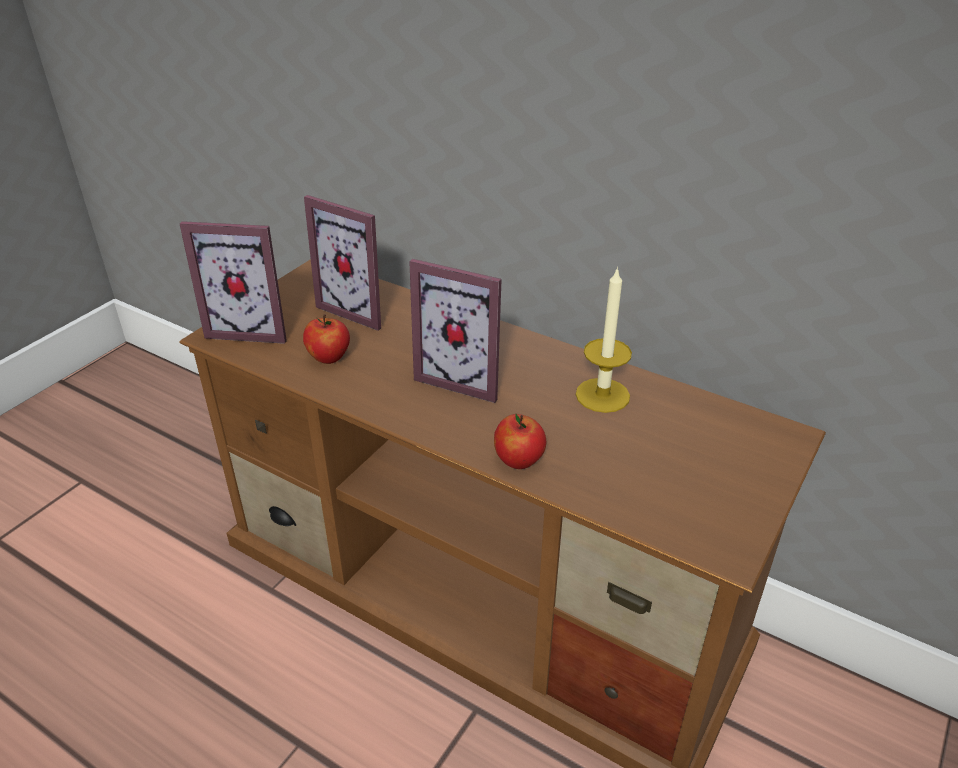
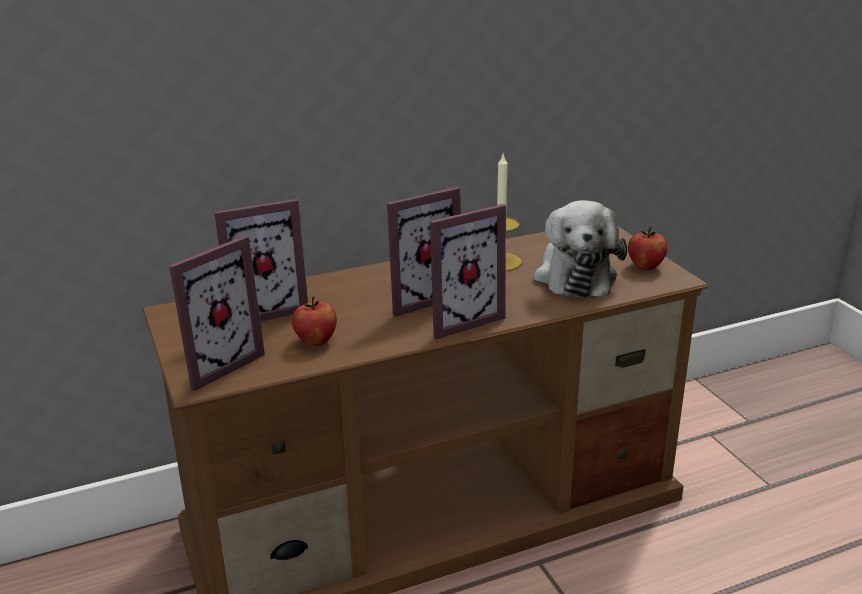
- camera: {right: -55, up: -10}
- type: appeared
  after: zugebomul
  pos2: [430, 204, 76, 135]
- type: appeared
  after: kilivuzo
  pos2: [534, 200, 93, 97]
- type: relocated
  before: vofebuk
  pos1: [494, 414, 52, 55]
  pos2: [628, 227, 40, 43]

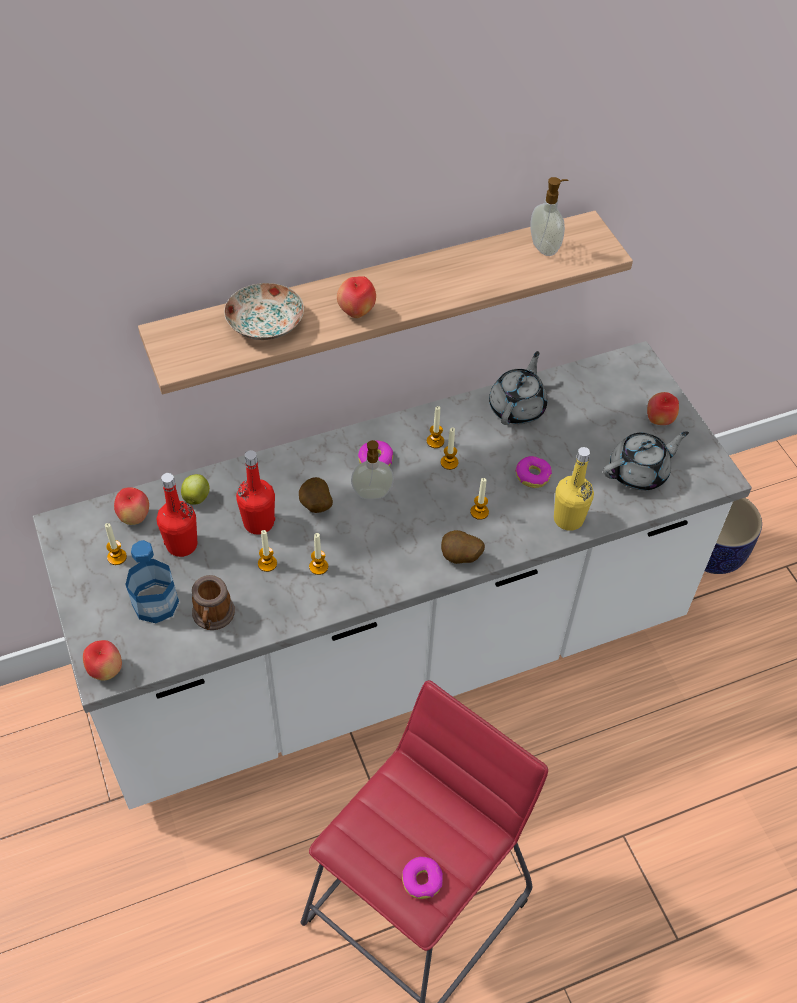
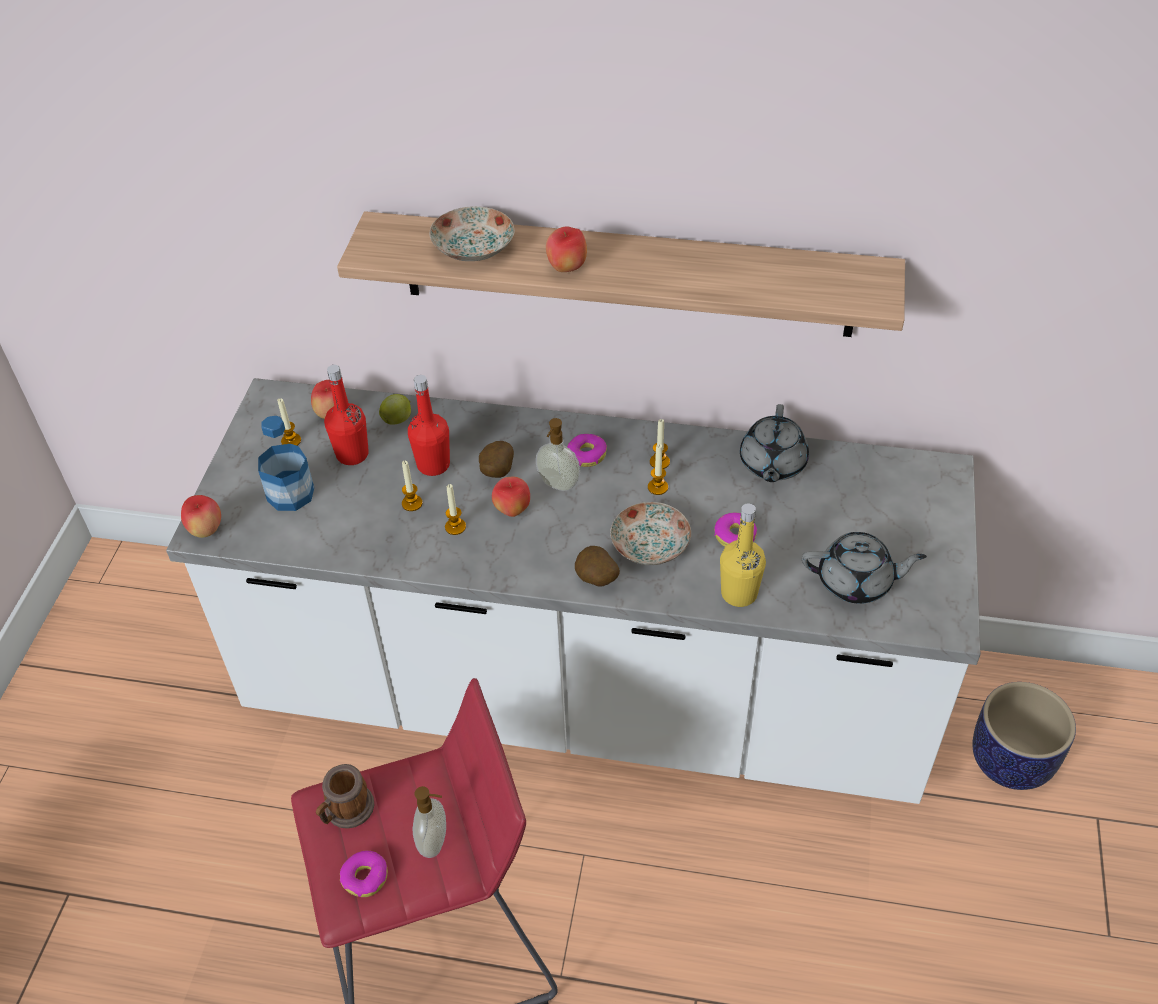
- camera: {right: 35, up: -5}
- type: relocated
  before: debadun
  pos1: [192, 575, 43, 55]
  pos2: [316, 764, 58, 64]
- type: relocated
  before: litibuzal
  pos1: [530, 177, 38, 79]
  pos2: [413, 786, 33, 72]
- type: relocated
  before: vofebuk
  pos1: [647, 392, 32, 33]
  pos2: [492, 476, 38, 41]
- type: exchanged
  before: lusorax
  after: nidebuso
  pos1: [470, 478, 19, 42]
  pos2: [610, 502, 81, 63]
- type: spun
  before: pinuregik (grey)
  pos1: [489, 351, 59, 74]
  pos2: [740, 404, 69, 78]
  turn: 135

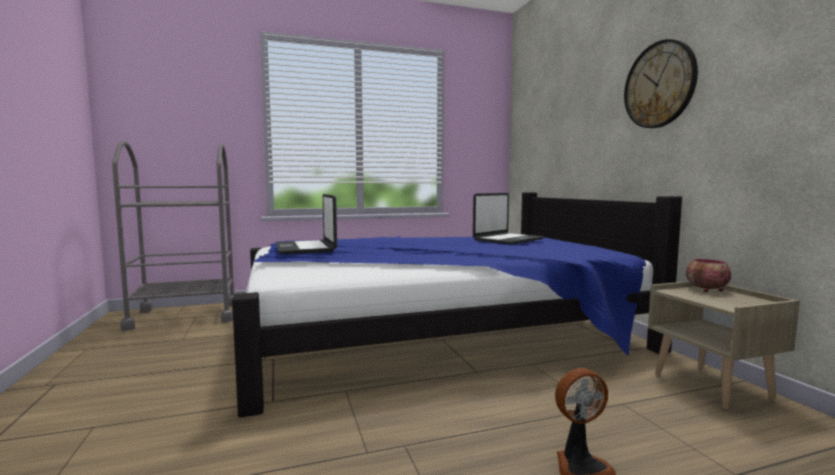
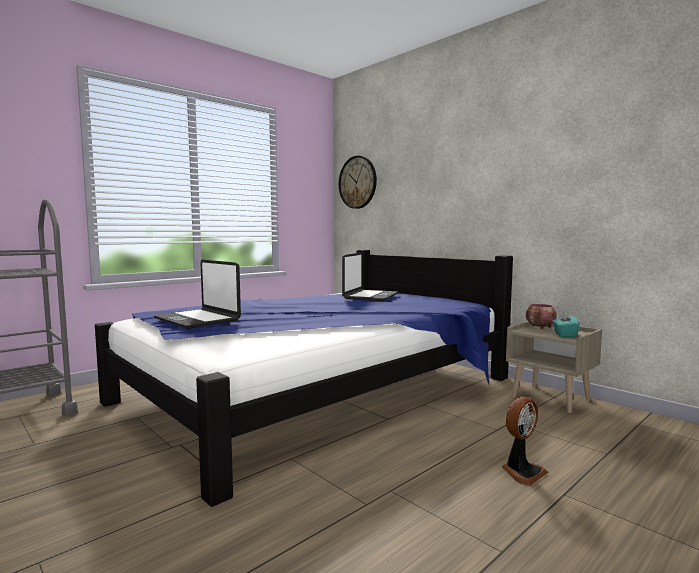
- camera: {right: -25, up: 0}
- type: relocated
  before: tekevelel
  pos1: [624, 39, 74, 89]
  pos2: [339, 156, 38, 53]
- type: appeared
  after: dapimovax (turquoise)
  pos2: [553, 311, 27, 27]

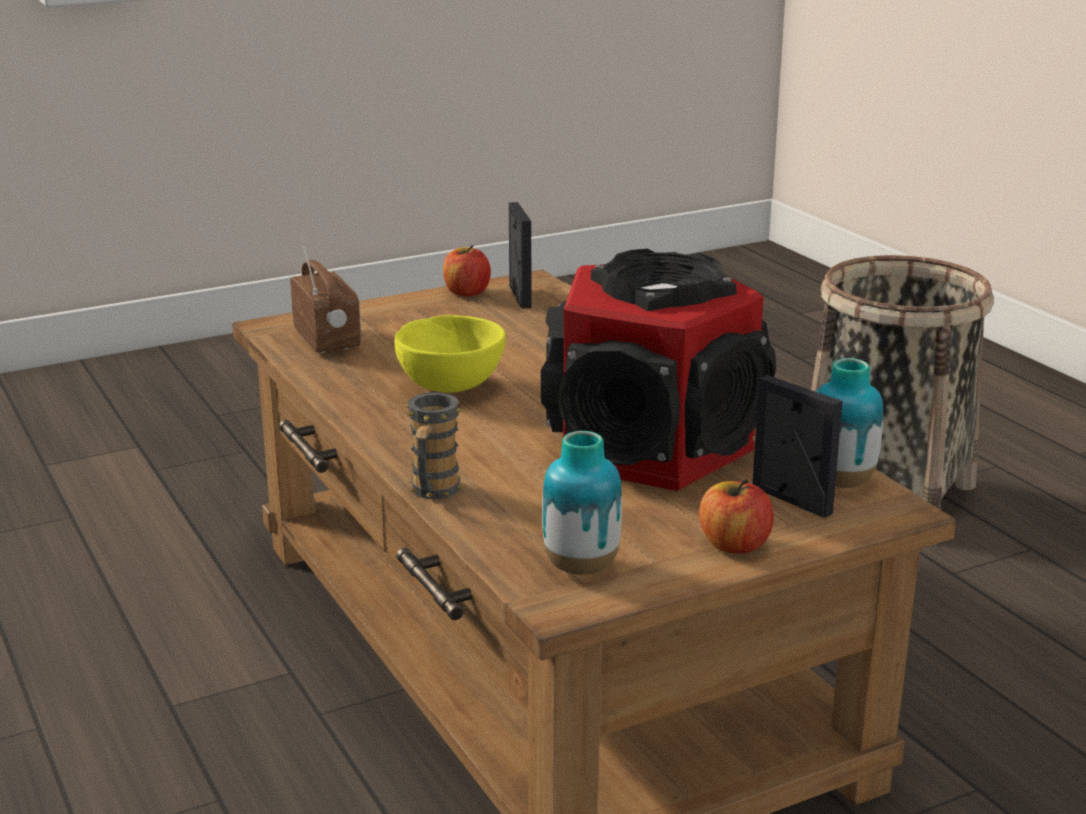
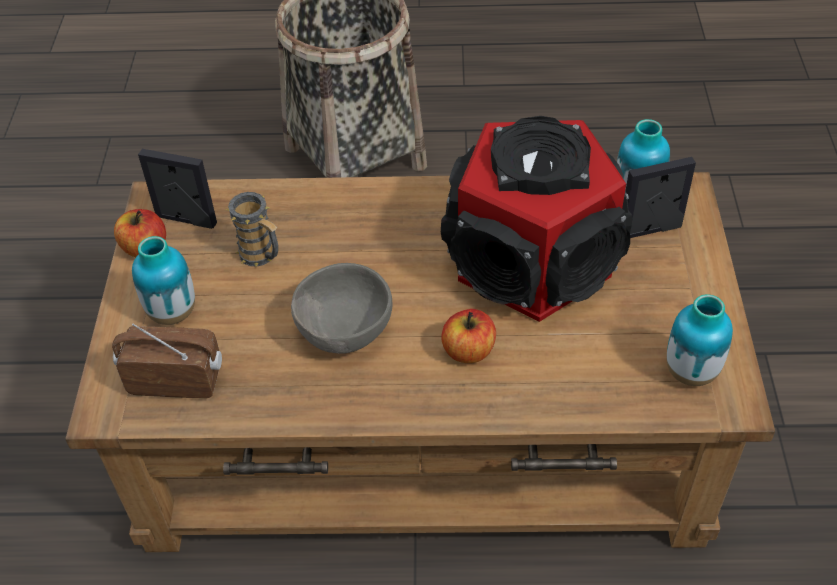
- camera: {right: -60, up: 25}
- type: appeared
  after: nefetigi
  pos2: [132, 236, 63, 89]
- type: relocated
  before: debadun
  pos1: [404, 392, 60, 107]
  pos2: [226, 192, 52, 75]
- type: colour
  before: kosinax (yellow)
  after: kosinax (grey)
  pos1: [394, 315, 111, 78]
  pos2: [291, 263, 101, 91]
- type: relocated
  before: vofebuk
  pos1: [699, 479, 75, 74]
  pos2: [441, 309, 55, 54]

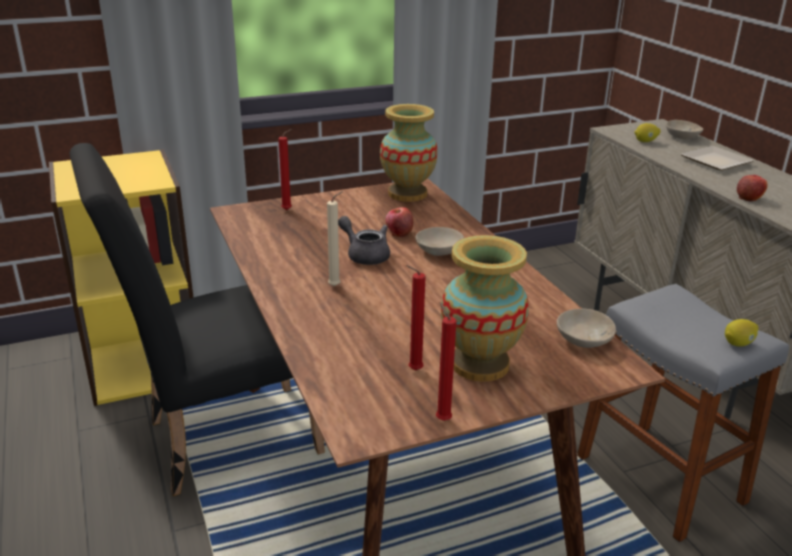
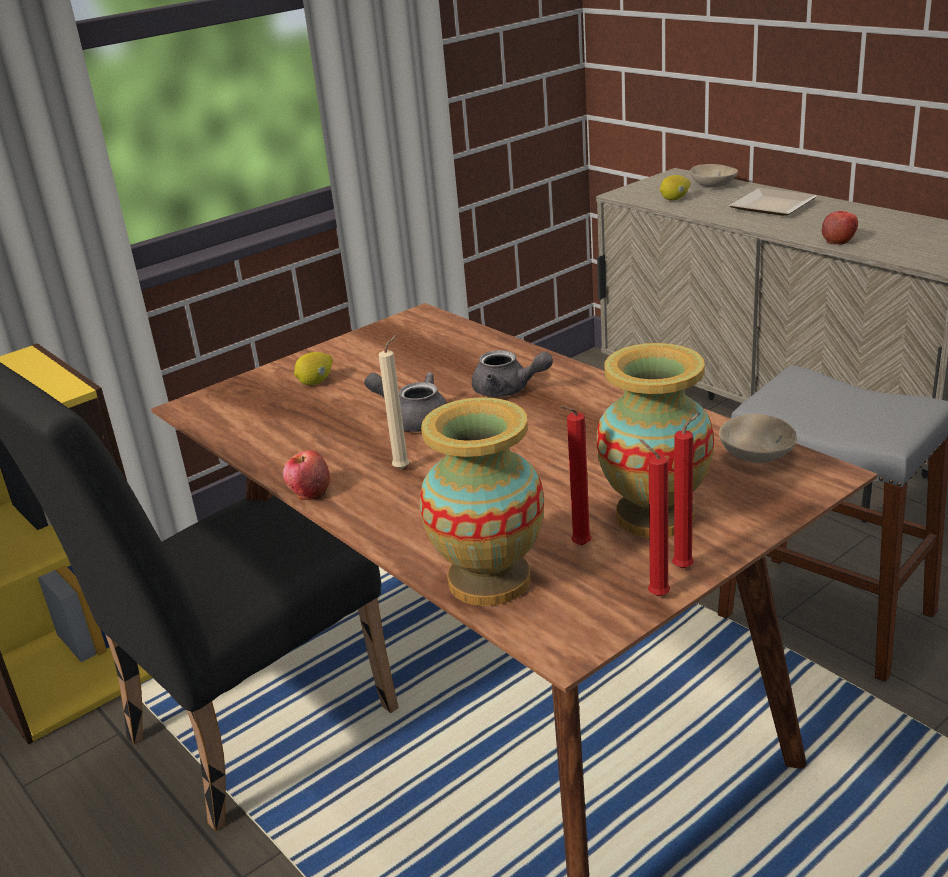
- camera: {right: -15, up: 0}
- type: relocated
  before: vofebuk
  pos1: [386, 207, 27, 30]
  pos2: [283, 450, 47, 51]
- type: relocated
  before: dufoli
  pos1: [725, 319, 33, 28]
  pos2: [294, 352, 39, 33]
- type: relocated
  before: nefetigi
  pos1: [380, 104, 58, 98]
  pos2: [420, 397, 124, 209]
- type: exchanged
  before: kosinax (beige)
  after: pinuregik (grey)
  pos1: [415, 227, 49, 29]
  pos2: [472, 350, 81, 47]
- type: relocated
  before: lusorax (red)
  pos1: [278, 129, 14, 81]
  pos2: [672, 413, 28, 155]

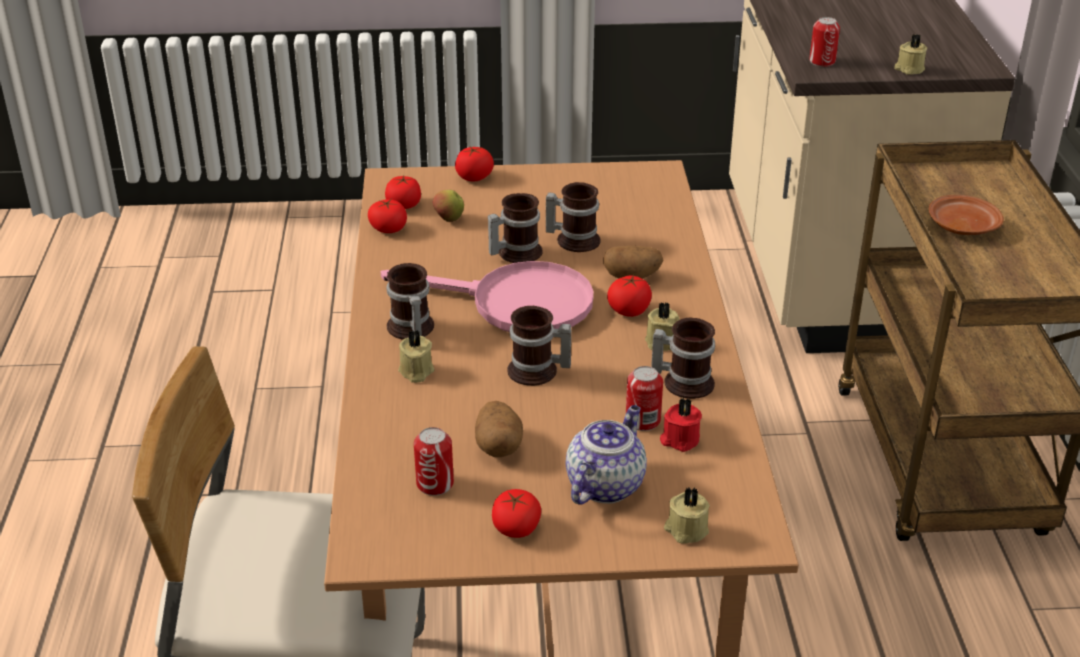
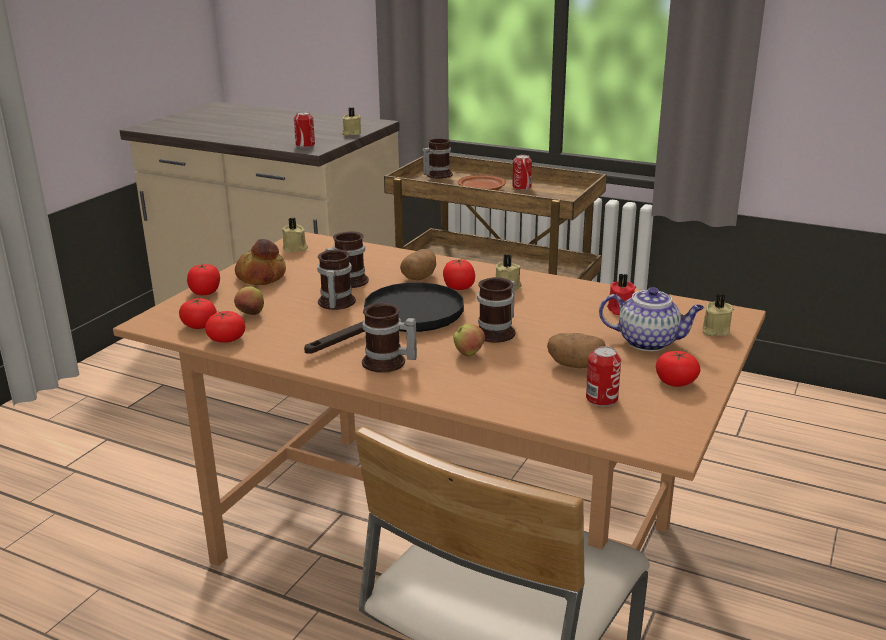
- camera: {right: -60, up: -10}
- type: appeared
  after: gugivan
  pos2: [235, 239, 51, 46]
- type: relocated
  before: lusorax (beige)
  pos1: [398, 329, 36, 54]
  pos2: [282, 218, 26, 34]
- type: colour
  before: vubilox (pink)
  after: vubilox (black)
  pos1: [381, 261, 213, 71]
  pos2: [304, 282, 160, 72]
- type: relocated
  before: debadun
  pos1: [651, 318, 64, 81]
  pos2: [423, 138, 30, 41]
- type: appeared
  after: vofebuk
  pos2: [453, 324, 32, 33]
- type: relocated
  before: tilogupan
  pos1: [626, 366, 37, 65]
  pos2: [512, 155, 20, 35]
- type: spun
  before: pinuregik
  pos1: [566, 405, 81, 100]
  pos2: [599, 287, 105, 64]
  turn: 135

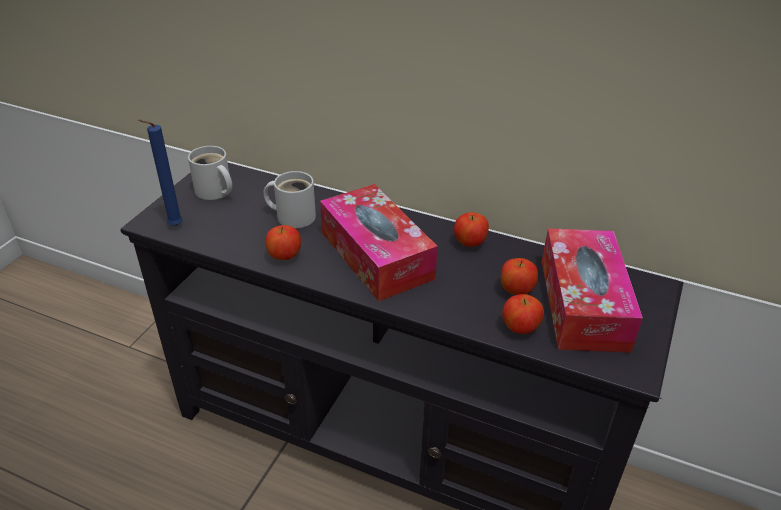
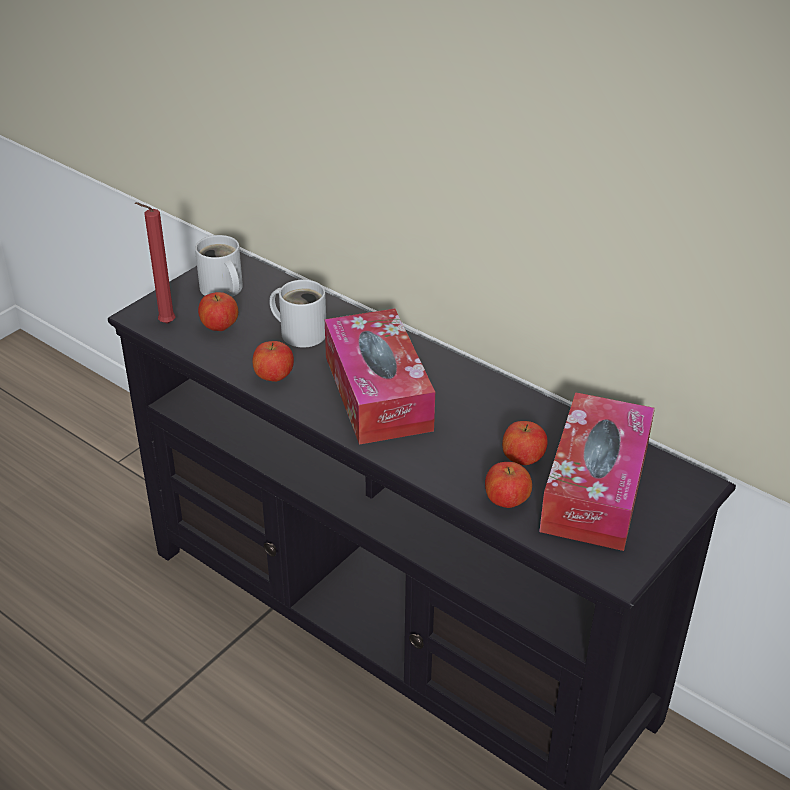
- camera: {right: 15, up: 0}
- type: colour
  before: lusorax (blue)
  after: lusorax (red)
  pos1: [138, 120, 45, 106]
  pos2: [135, 202, 40, 122]
- type: relocated
  before: vofebuk
  pos1: [454, 212, 35, 35]
  pos2: [198, 292, 40, 39]

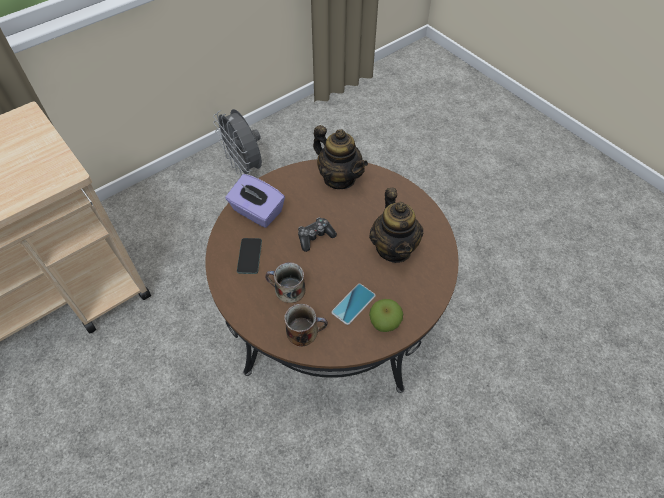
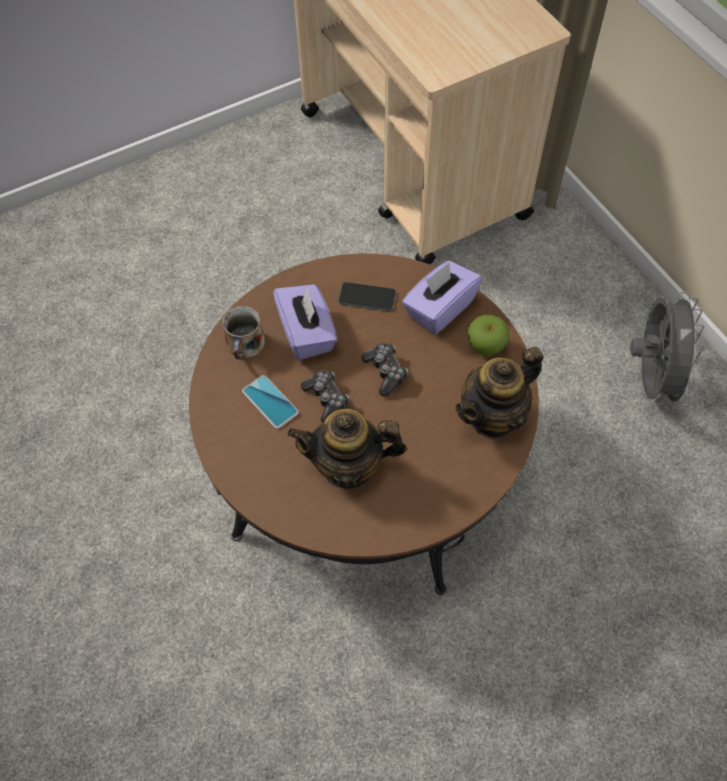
- camera: {right: 100, up: 5}
- type: exchanged
  before: debadun
  after: dapimovax (purple)
  pos1: [265, 262, 40, 41]
  pos2: [273, 284, 64, 76]
- type: appeared
  after: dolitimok
  pos2: [301, 370, 48, 53]
- type: relocated
  before: vofebuk
  pos1: [369, 299, 34, 33]
  pos2: [468, 315, 42, 41]
- type: spun
  before: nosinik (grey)
  pos1: [213, 109, 49, 67]
  pos2: [630, 292, 74, 117]
  turn: 120

